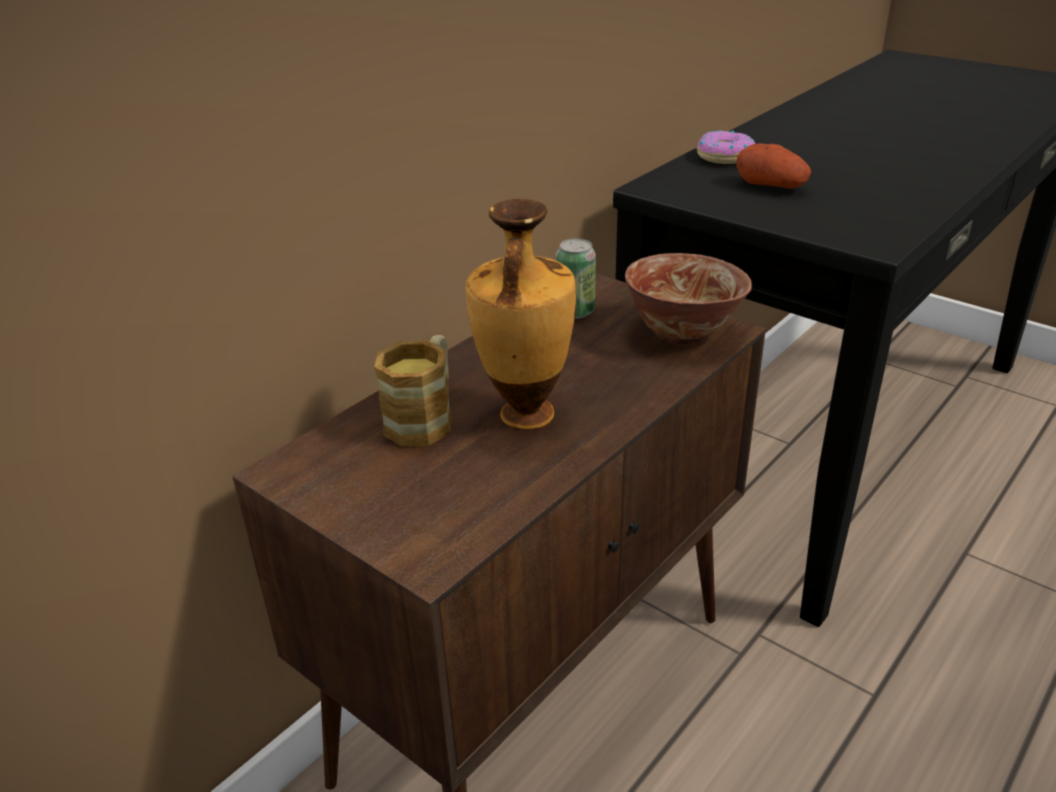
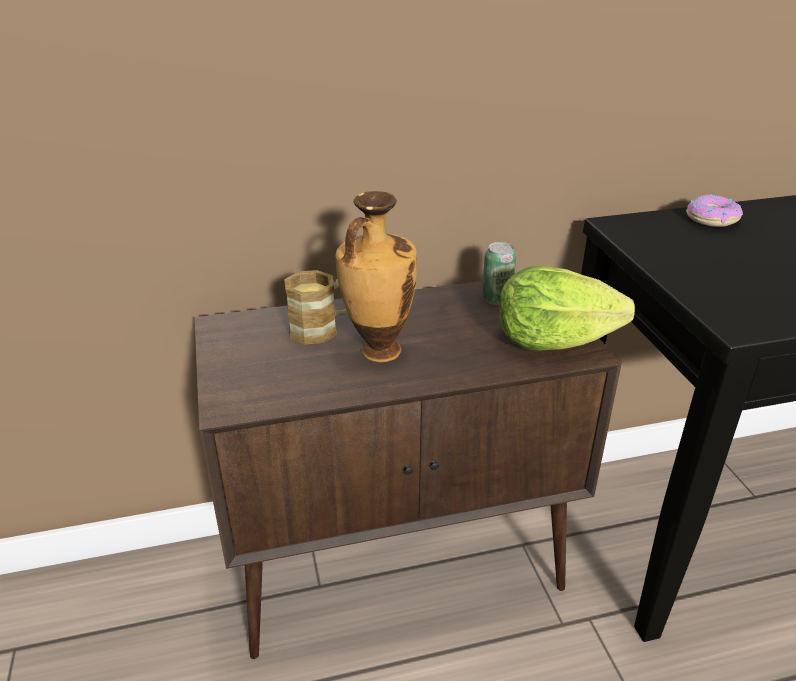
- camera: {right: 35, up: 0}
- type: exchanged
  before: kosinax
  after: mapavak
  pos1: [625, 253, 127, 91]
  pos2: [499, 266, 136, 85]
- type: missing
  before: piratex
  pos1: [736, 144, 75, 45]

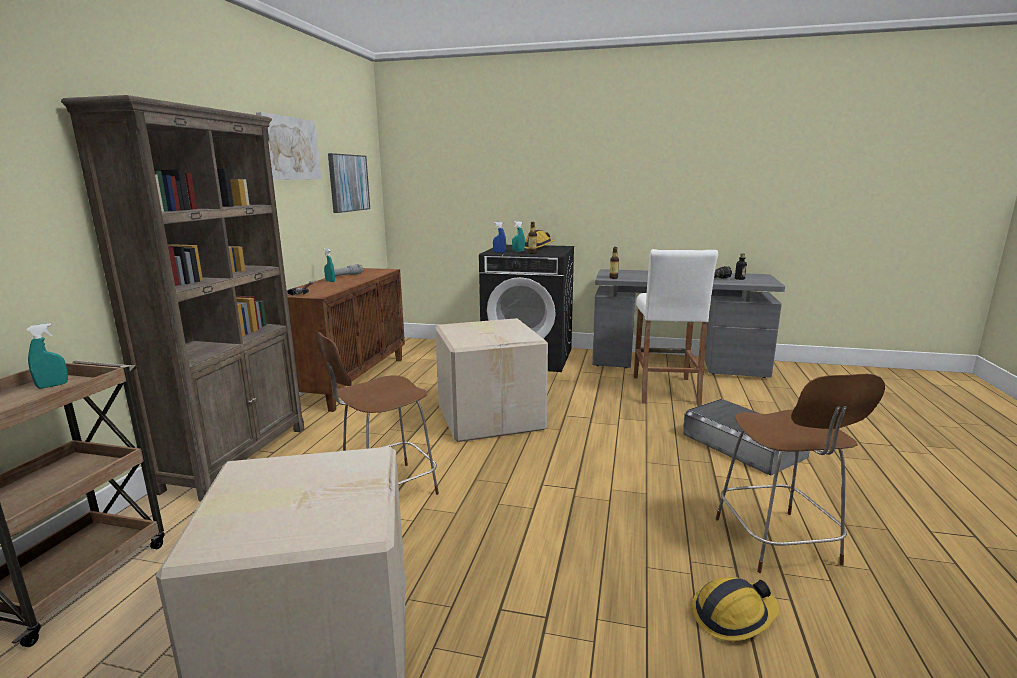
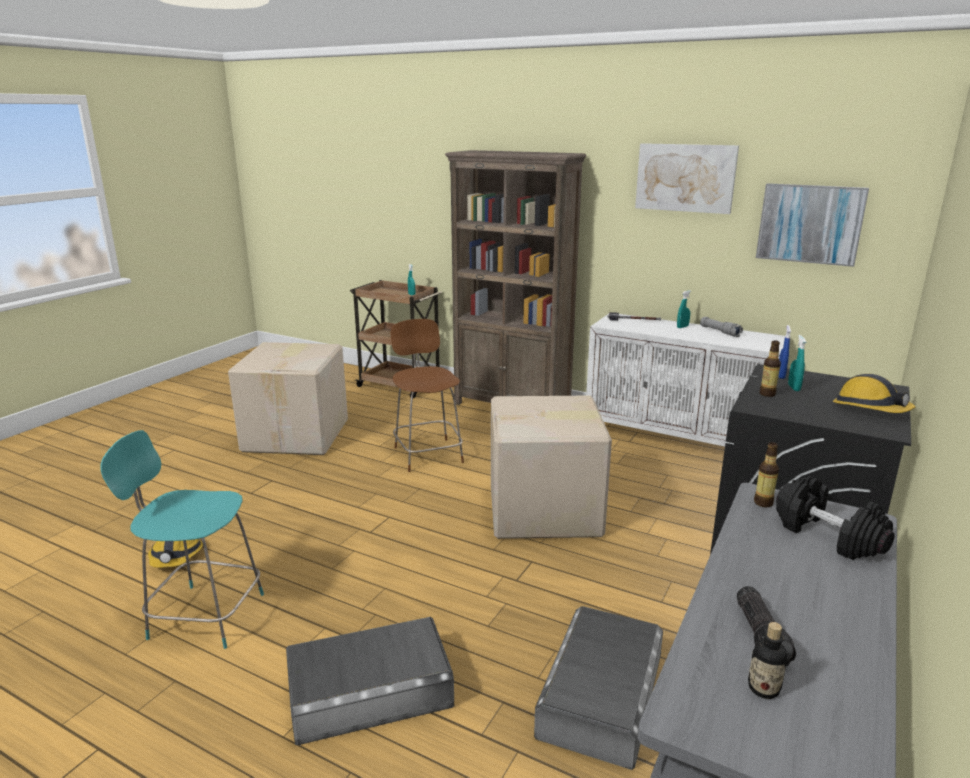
- camera: {right: 105, up: 5}
- type: colour
  before: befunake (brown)
  after: befunake (turquoise)
  pos1: [716, 374, 169, 199]
  pos2: [100, 430, 164, 219]
- type: exchanged
  before: befunake (white)
  after: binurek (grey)
  pos1: [633, 249, 85, 157]
  pos2: [534, 606, 129, 164]
- type: colour
  before: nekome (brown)
  after: nekome (white)
  pos1: [287, 268, 118, 144]
  pos2: [586, 314, 199, 132]
- type: appeared
  after: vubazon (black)
  pos2: [776, 476, 119, 84]

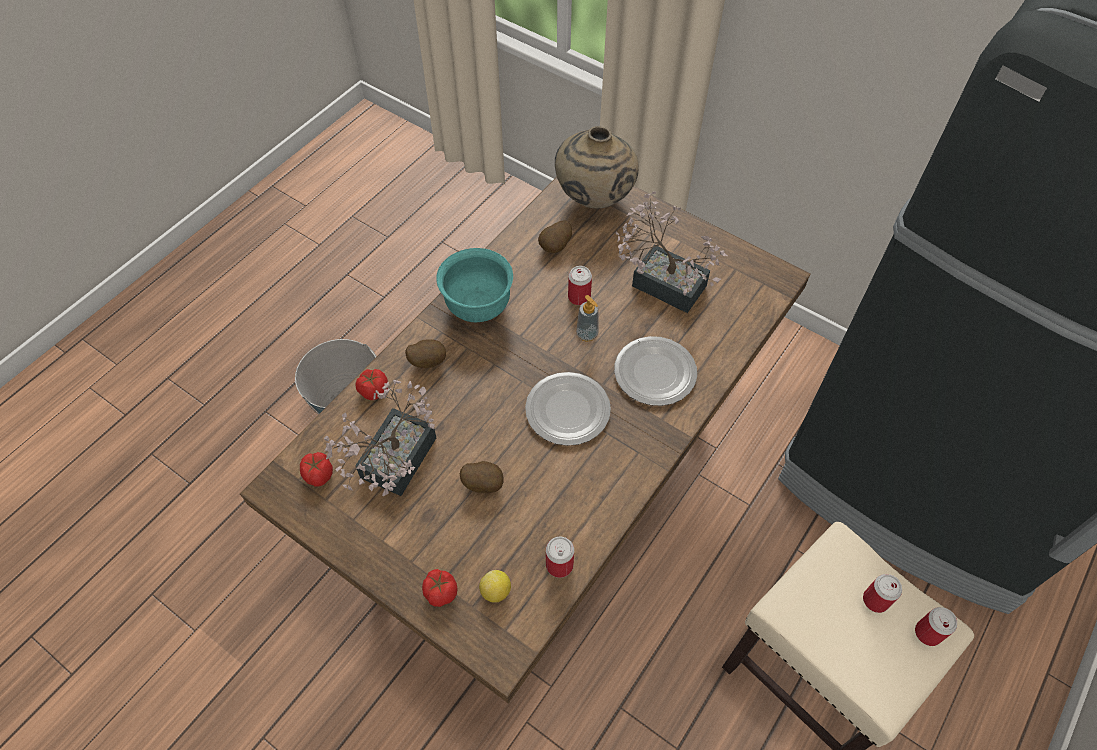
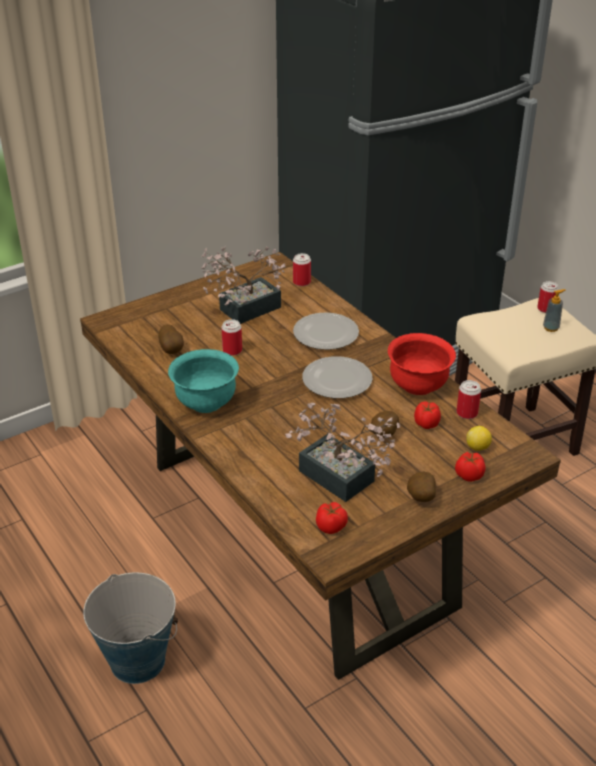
- camera: {right: -70, up: -20}
- type: relocated
  before: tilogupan
  pos1: [863, 574, 39, 39]
  pos2: [293, 253, 18, 33]
- type: appeared
  after: kosinax (red)
  pos2: [388, 333, 68, 62]
- type: relocated
  before: piratex
  pos1: [405, 340, 41, 28]
  pos2: [407, 472, 29, 30]
- type: relocated
  before: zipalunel
  pos1: [355, 369, 33, 31]
  pos2: [414, 401, 27, 28]
- type: relocated
  before: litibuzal
  pos1: [576, 295, 22, 47]
  pos2: [543, 289, 23, 43]
- type: missing
  before: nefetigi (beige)
  pos1: [555, 126, 84, 83]

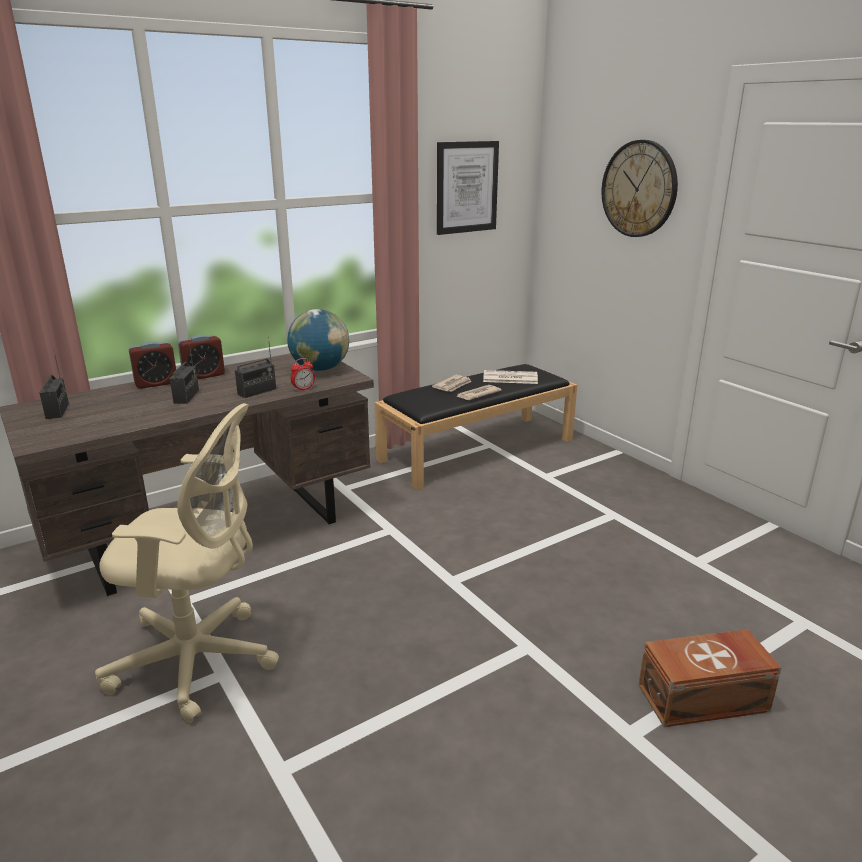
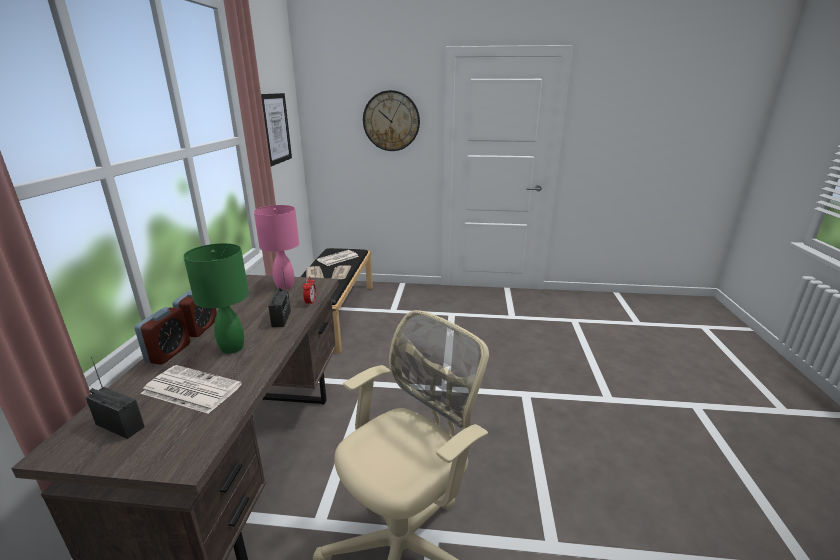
- camera: {right: -50, up: 0}
- type: appeared
  after: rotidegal
  pos2: [141, 365, 101, 49]
- type: exchanged
  before: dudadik
  after: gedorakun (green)
  pos1: [170, 338, 29, 66]
  pos2: [183, 243, 66, 111]
- type: exchanged
  before: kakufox
  after: gedorakun (pink)
  pos1: [287, 309, 62, 62]
  pos2: [254, 205, 45, 85]
- type: missing
  before: binurek (brown)
  pos1: [639, 629, 143, 98]

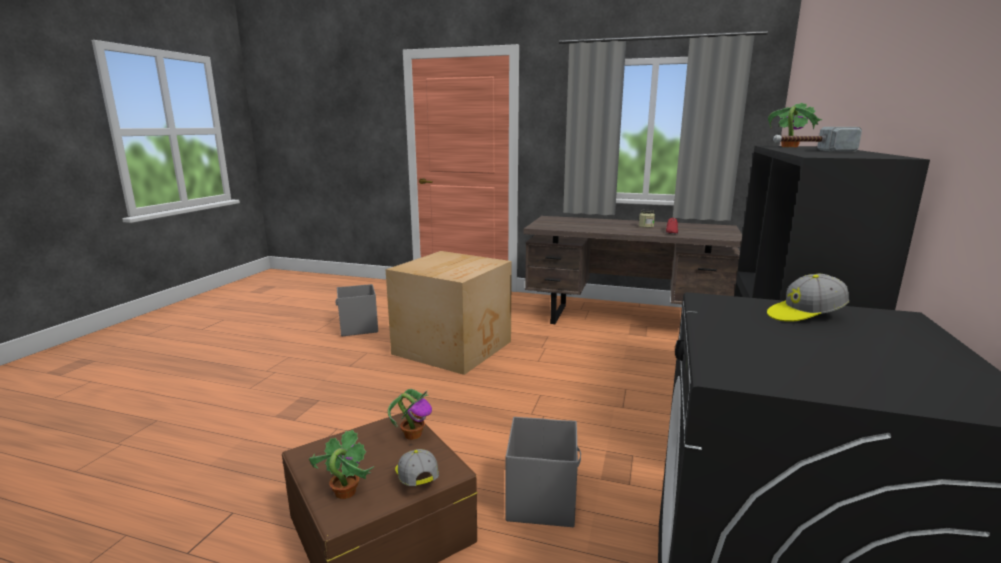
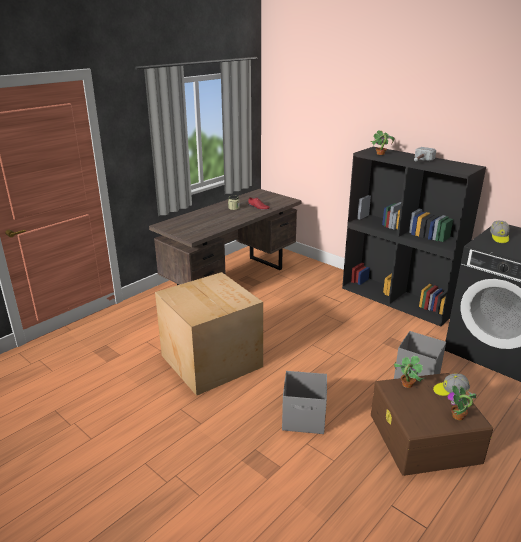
- camera: {right: -65, up: 10}
- type: relocated
  before: binurek (grey)
  pos1: [335, 284, 43, 52]
  pos2: [282, 371, 45, 63]

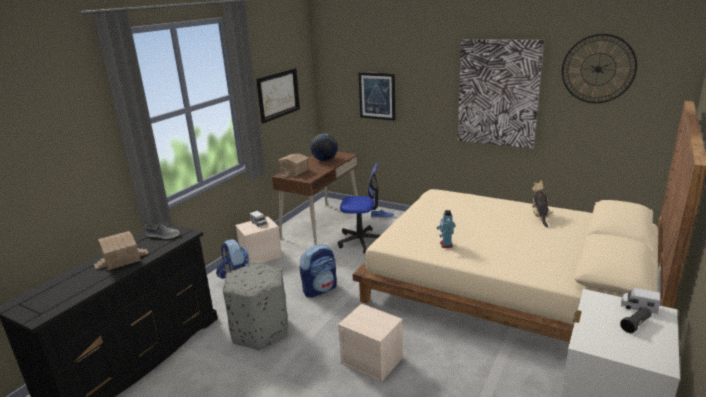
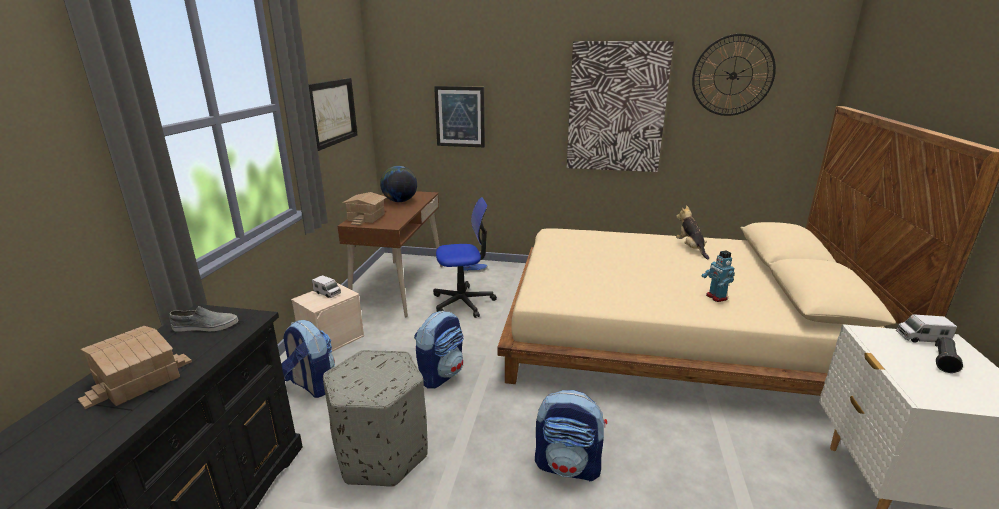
- camera: {right: -20, up: 0}
- type: exchanged
  before: binurek (beige)
  after: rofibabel
  pos1: [338, 304, 65, 78]
  pos2: [535, 390, 72, 92]
- type: relocated
  before: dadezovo
  pos1: [437, 210, 18, 38]
  pos2: [702, 250, 33, 52]

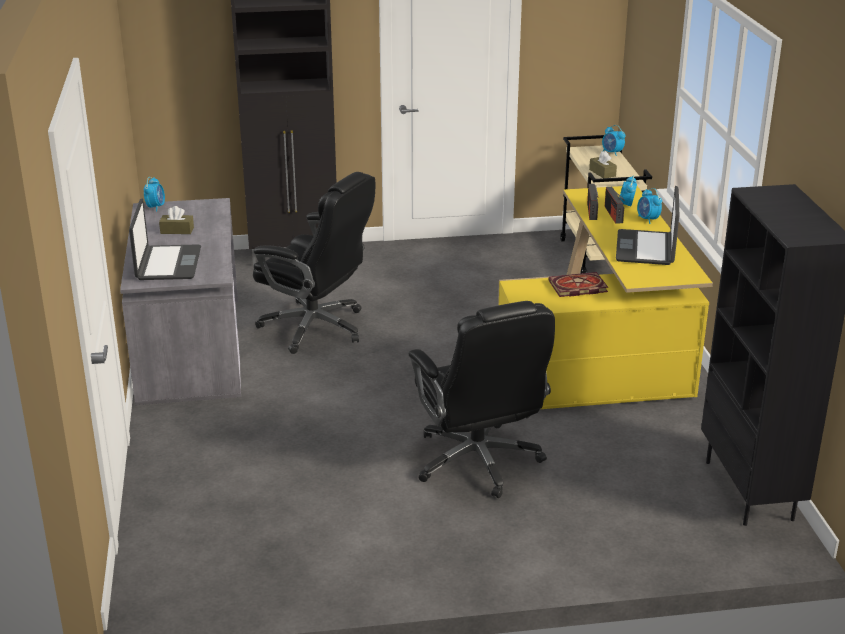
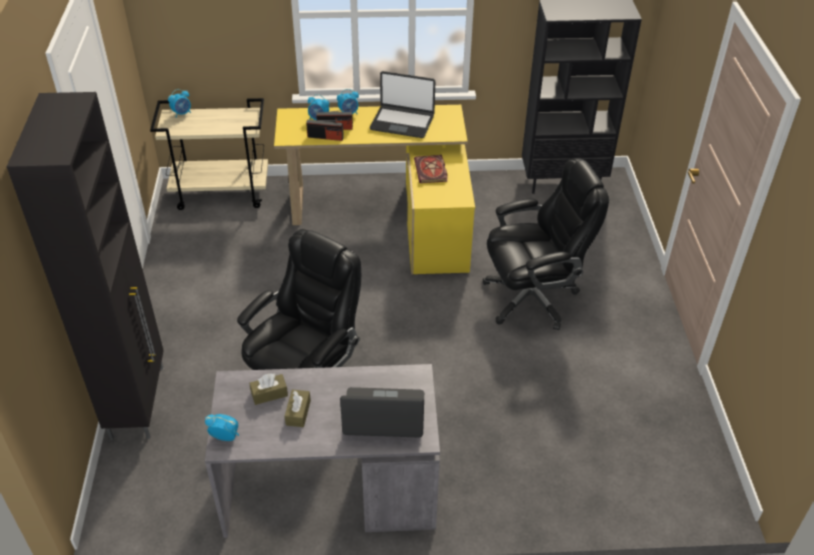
- camera: {right: -85, up: 15}
- type: relocated
  before: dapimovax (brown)
  pos1: [589, 151, 28, 27]
  pos2: [249, 373, 39, 32]

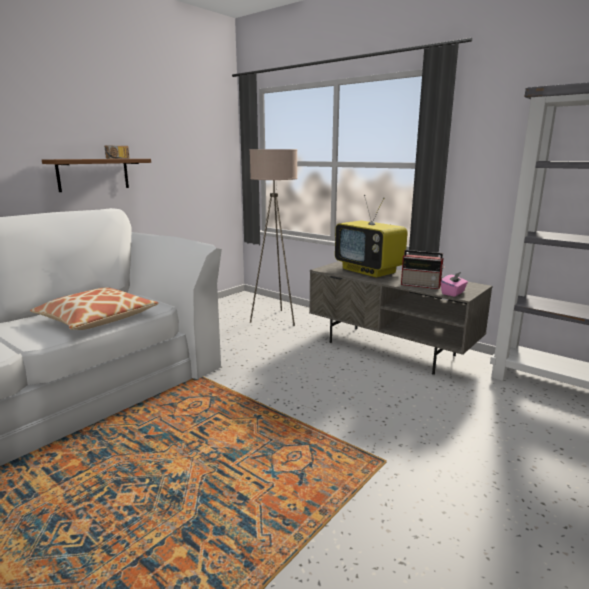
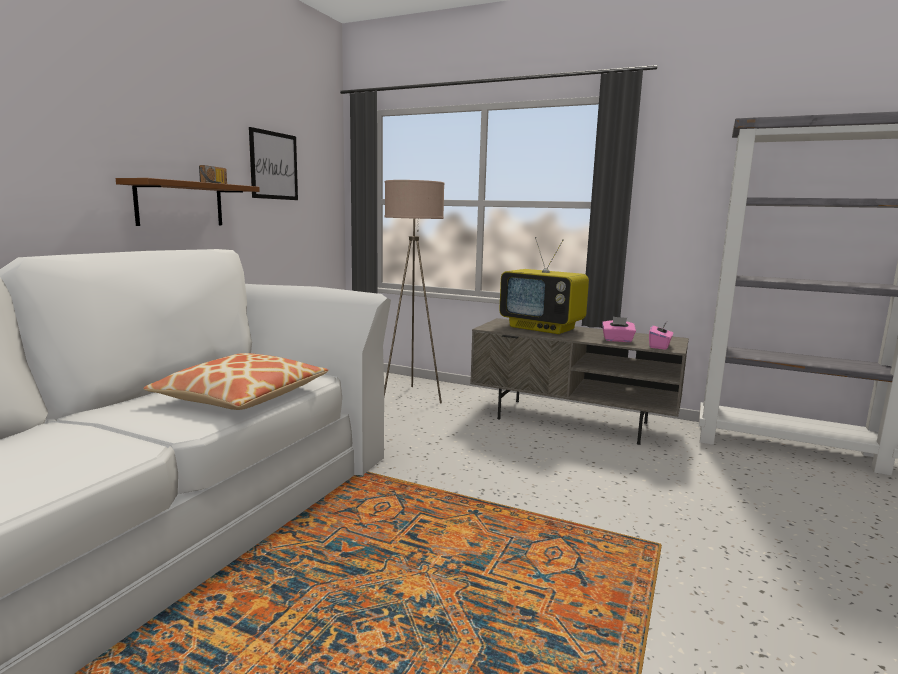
- camera: {right: -15, up: -5}
- type: appeared
  after: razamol
  pos2: [249, 127, 49, 73]
- type: exchanged
  before: dudadik
  after: dapimovax (pink)
  pos1: [401, 250, 43, 39]
  pos2: [602, 317, 34, 25]

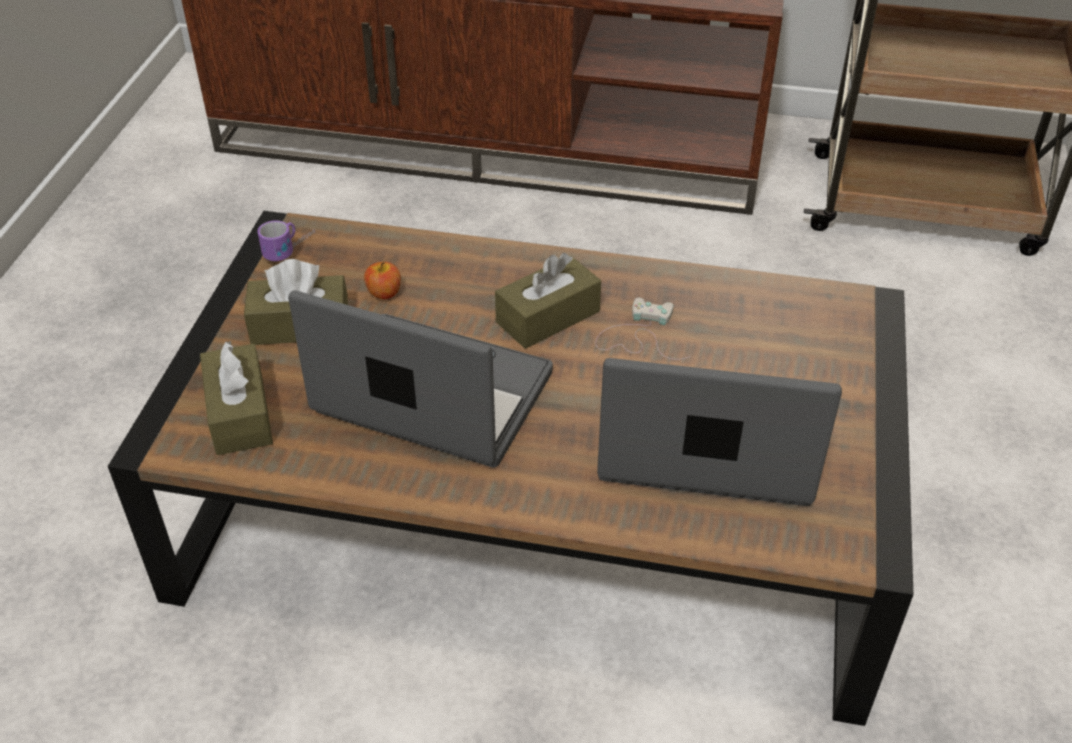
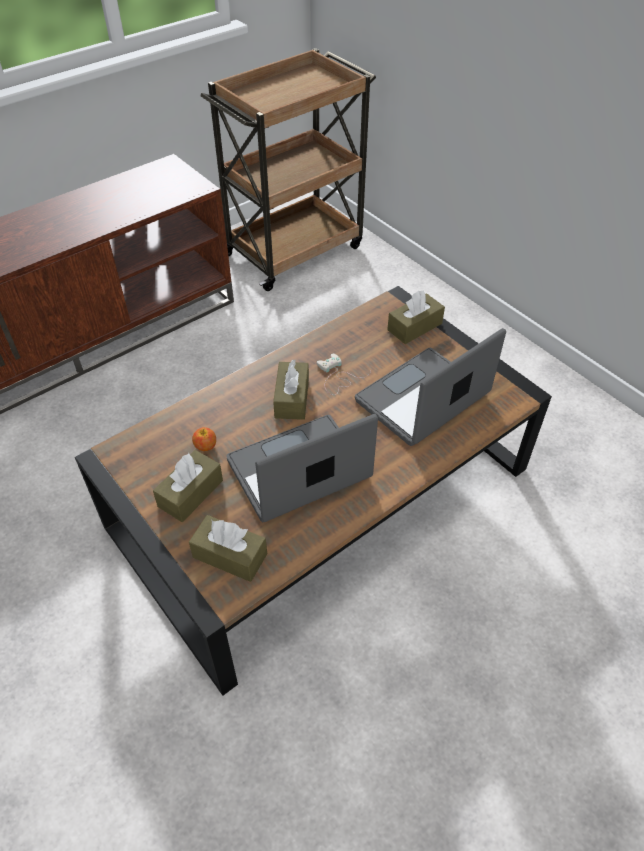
- camera: {right: -50, up: 5}
- type: appeared
  after: dapimovax (brown)
  pos2: [387, 291, 58, 53]
- type: missing
  before: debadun
  pos1: [257, 220, 58, 41]

